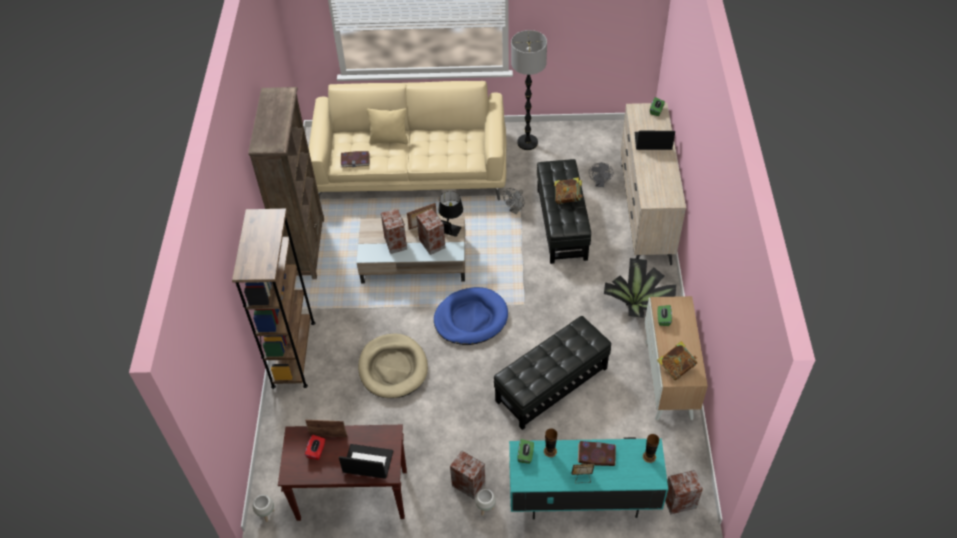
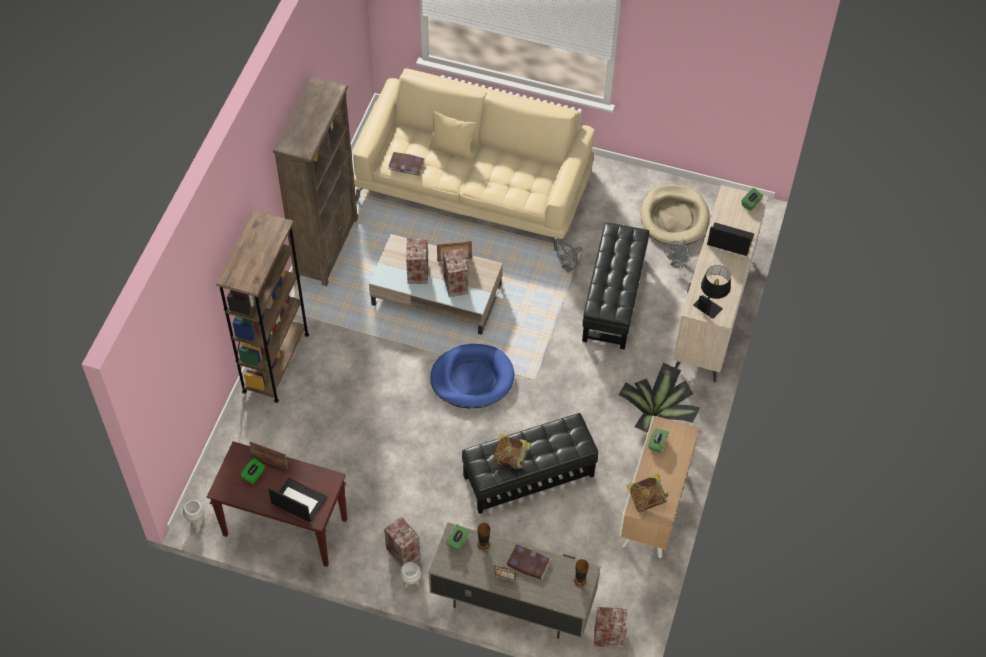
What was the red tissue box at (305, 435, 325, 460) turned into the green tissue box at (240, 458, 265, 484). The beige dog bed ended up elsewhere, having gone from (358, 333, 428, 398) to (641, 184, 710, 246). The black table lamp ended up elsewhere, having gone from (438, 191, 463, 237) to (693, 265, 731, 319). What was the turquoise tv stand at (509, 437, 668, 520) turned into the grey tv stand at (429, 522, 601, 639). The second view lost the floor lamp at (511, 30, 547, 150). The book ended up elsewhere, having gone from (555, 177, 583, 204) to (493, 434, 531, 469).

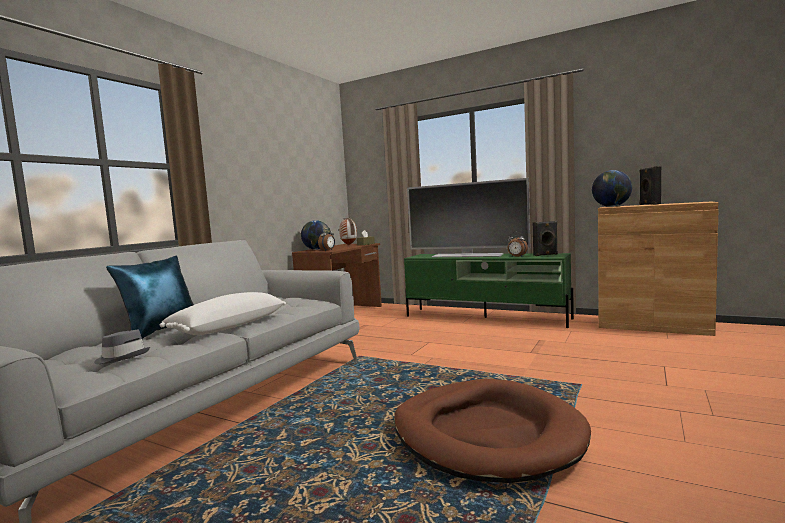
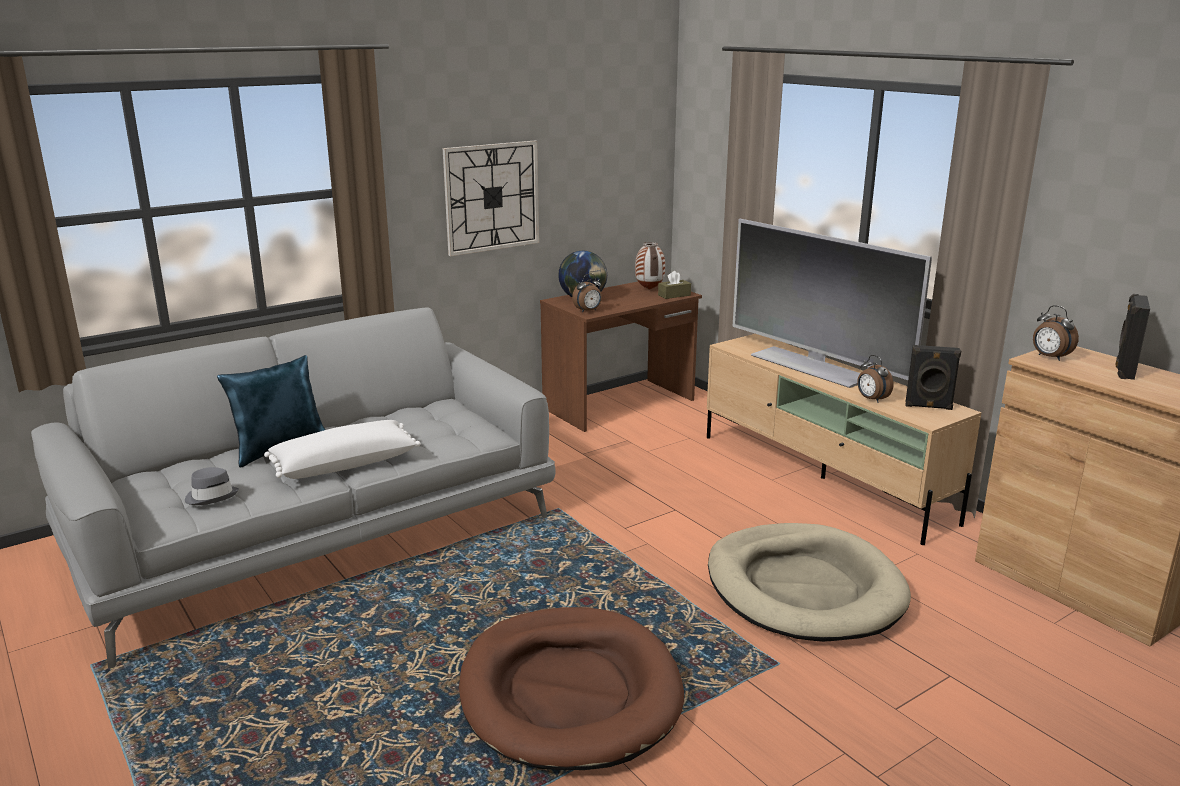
What was the green tv stand at (404, 253, 574, 328) turned into the beige tv stand at (707, 334, 982, 545). Where the globe stood at (592, 170, 632, 207), the alarm clock came to stand at (1033, 305, 1079, 361). The second view gained the wall clock at (443, 141, 539, 256). The second view gained the beige dog bed at (708, 523, 911, 642).

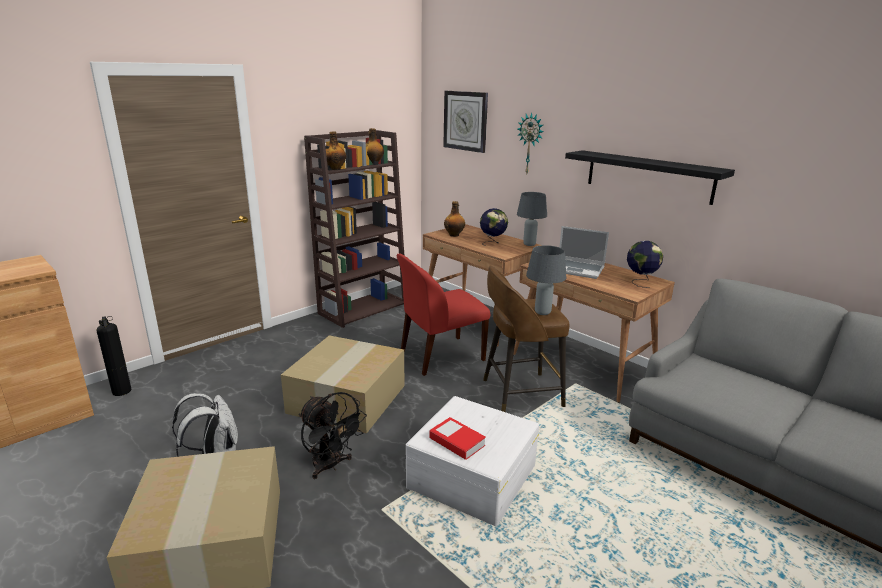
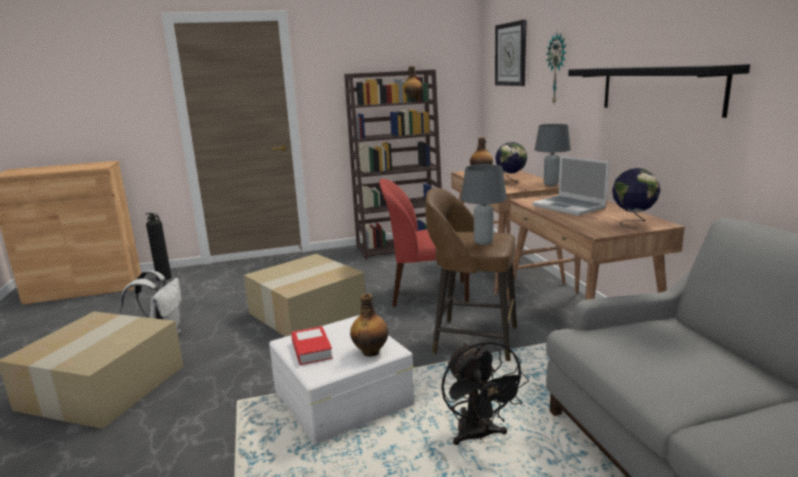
The black fan ended up elsewhere, having gone from (299, 392, 367, 479) to (441, 341, 529, 445). The bottle ended up elsewhere, having gone from (326, 132, 346, 170) to (350, 293, 388, 357).

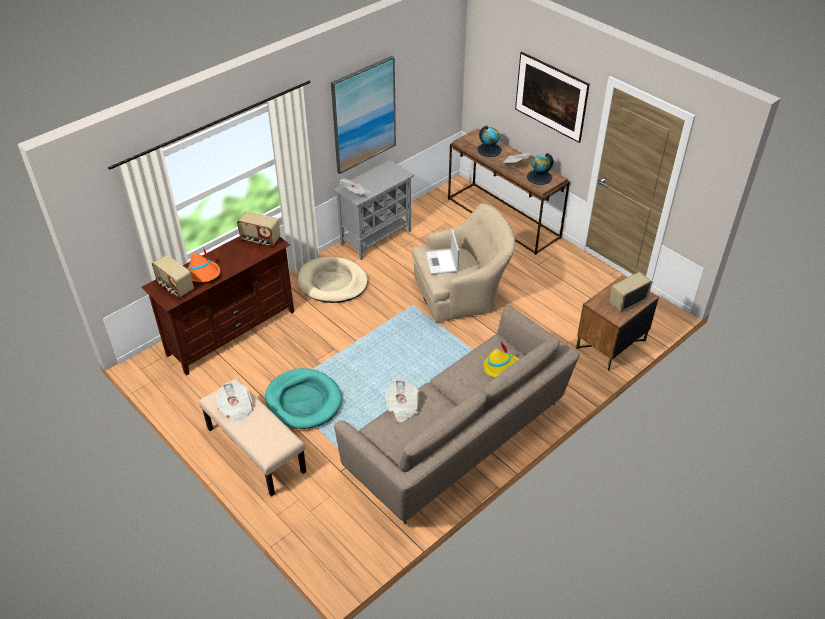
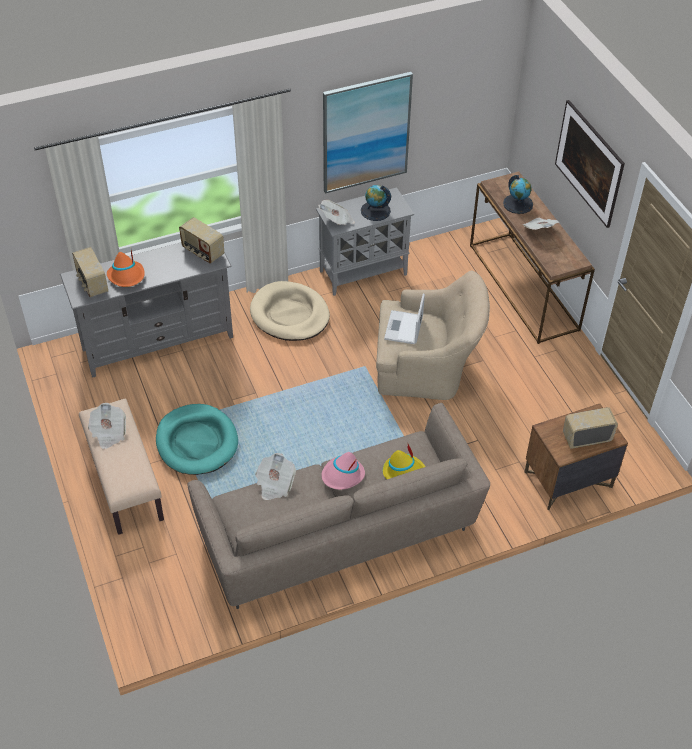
What was the brown tv stand at (142, 236, 294, 376) turned into the grey tv stand at (60, 243, 233, 378). The globe ended up elsewhere, having gone from (527, 153, 553, 185) to (361, 185, 391, 221). The second view gained the pink hat at (321, 452, 365, 490).

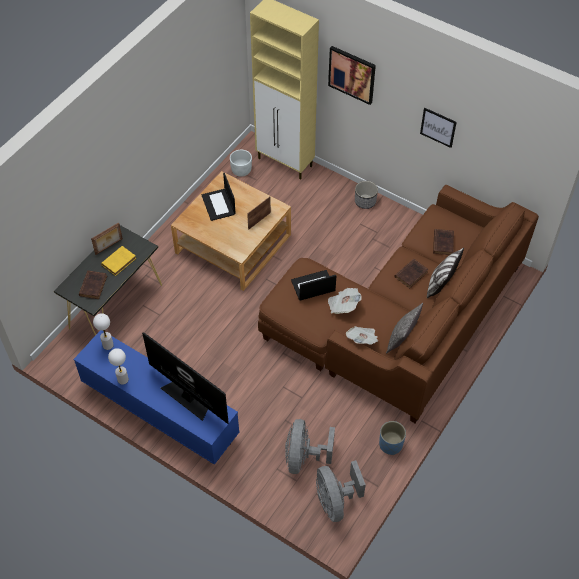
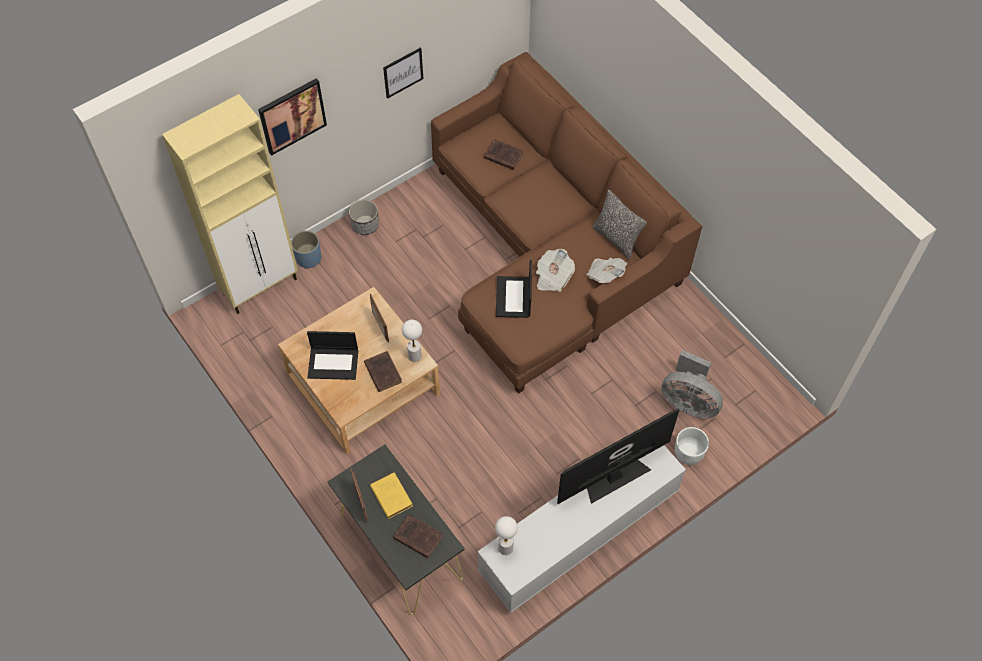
What was the blue tv stand at (73, 330, 240, 465) turned into the white tv stand at (478, 445, 686, 613). The white table lamp ended up elsewhere, having gone from (108, 348, 129, 385) to (402, 320, 422, 362). The white planter ended up elsewhere, having gone from (230, 150, 252, 177) to (675, 427, 709, 465). The second view lost the grey fan at (316, 460, 366, 522). The blue planter ended up elsewhere, having gone from (379, 421, 406, 455) to (291, 230, 321, 269). The brown book ended up elsewhere, having gone from (394, 259, 429, 289) to (364, 351, 402, 392). The second view lost the pillow at (427, 248, 464, 298).

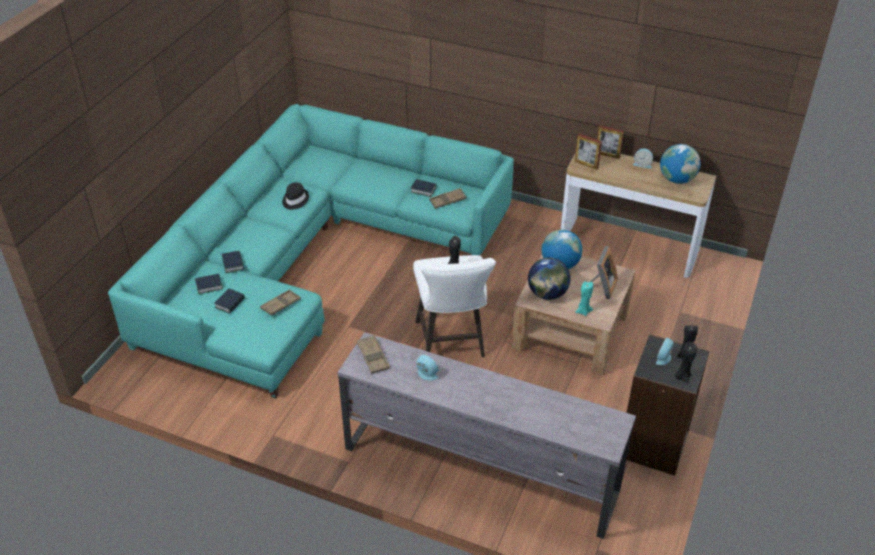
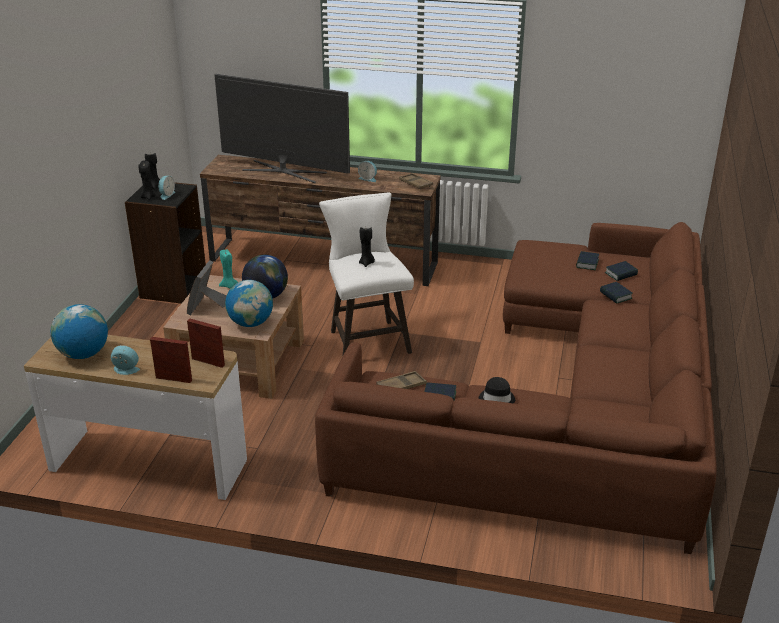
What was the turquoise sofa at (108, 104, 514, 399) turned into the brown sofa at (315, 222, 717, 554). The second view lost the brown tray at (260, 290, 301, 316). The black hat ended up elsewhere, having gone from (282, 183, 309, 210) to (479, 377, 515, 403). What was the grey tv stand at (338, 332, 636, 539) turned into the brown tv stand at (200, 155, 441, 286). The second view gained the television at (214, 73, 350, 183).

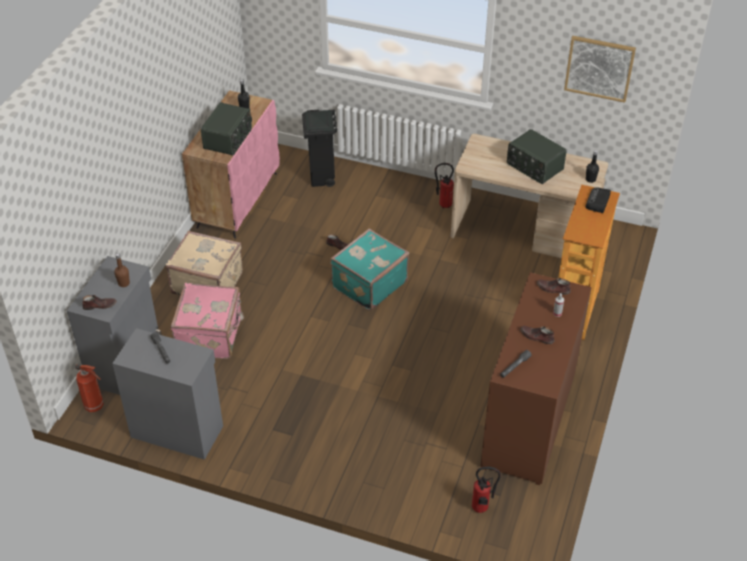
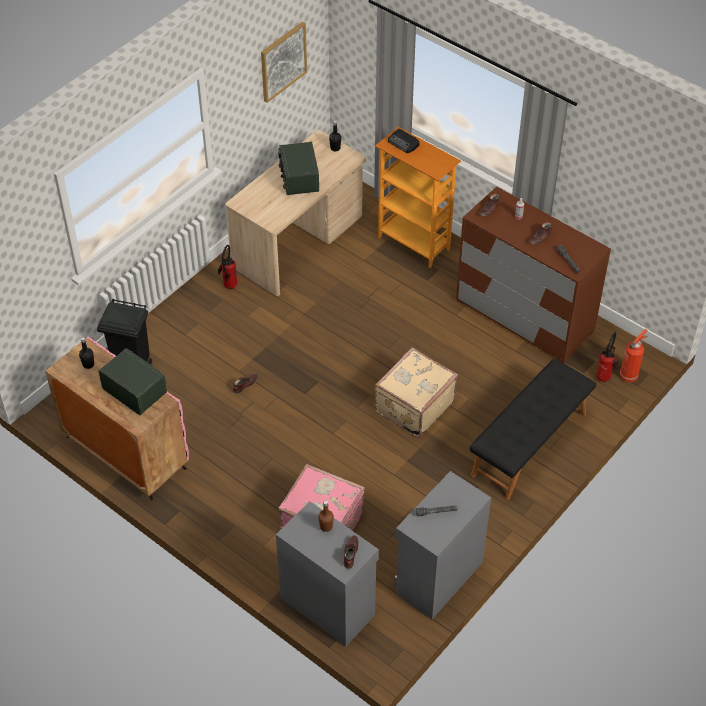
The fire extinguisher ended up elsewhere, having gone from (75, 365, 104, 412) to (620, 329, 648, 382). The beige suitcase ended up elsewhere, having gone from (166, 231, 243, 295) to (375, 347, 458, 437). The second view lost the turquoise suitcase at (330, 229, 409, 311). The radio at (507, 129, 567, 184) ended up facing another way, 105 degrees clockwise from before. The second view gained the black bench at (470, 359, 596, 500).

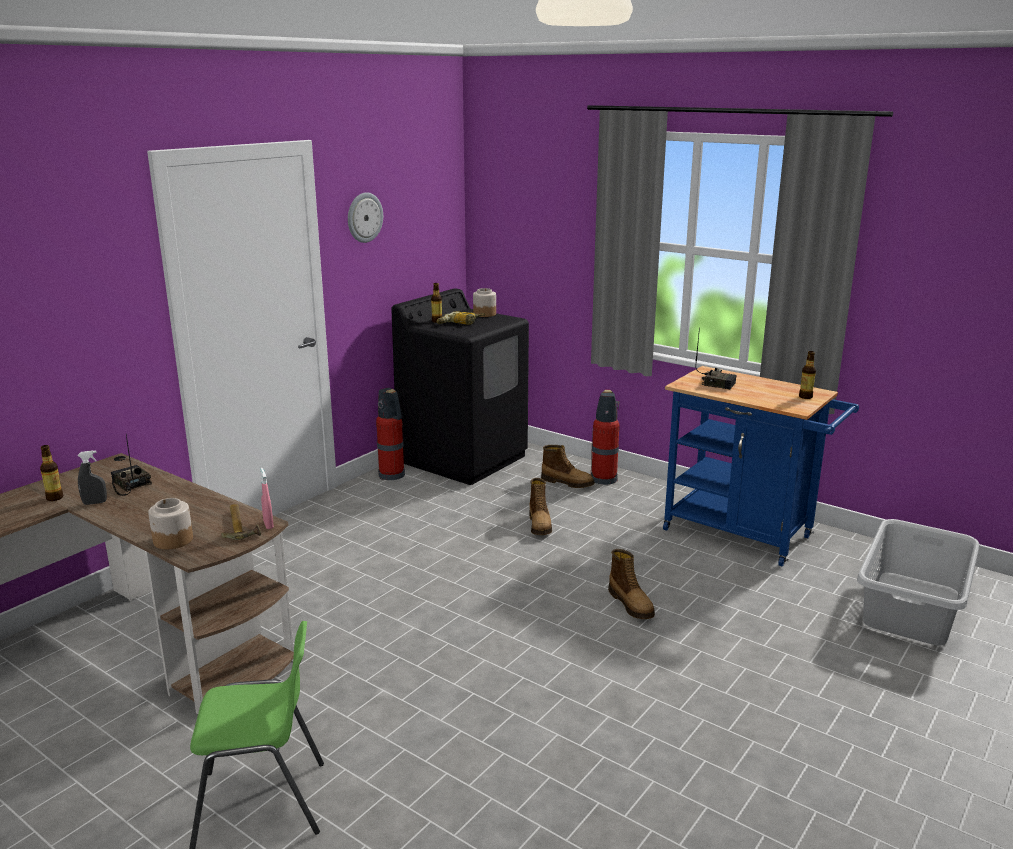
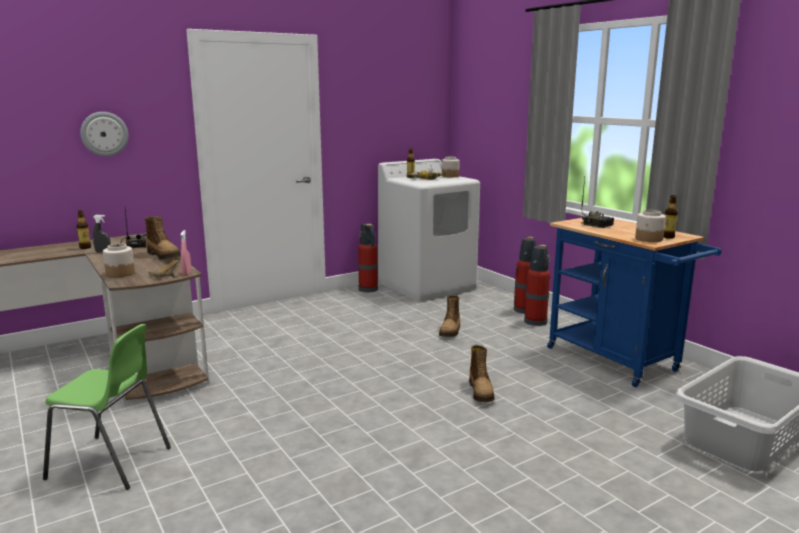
The wall clock ended up elsewhere, having gone from (348, 192, 383, 243) to (80, 112, 128, 157). What was the black washing machine at (391, 288, 529, 485) turned into the white washing machine at (378, 159, 480, 302). The boot ended up elsewhere, having gone from (541, 445, 595, 488) to (145, 216, 181, 260). The second view gained the fire extinguisher at (524, 245, 551, 326). The second view gained the jar at (635, 210, 666, 242).

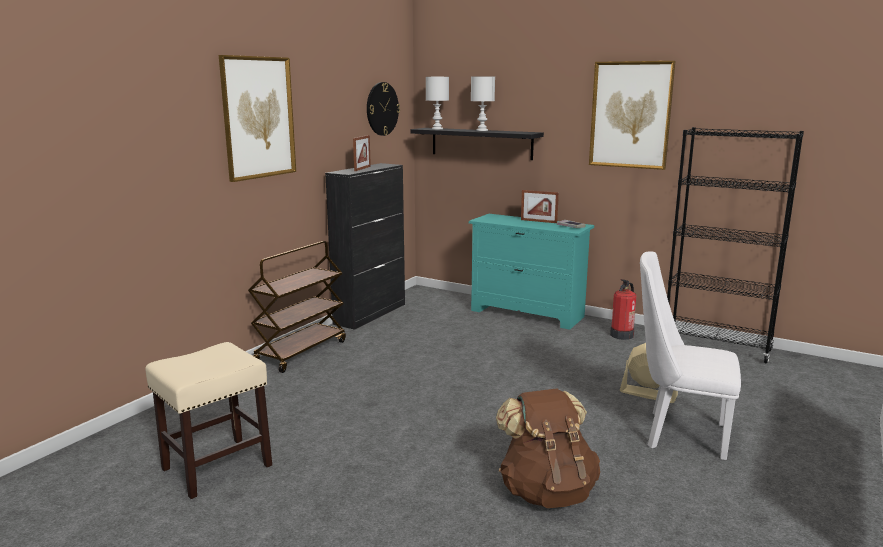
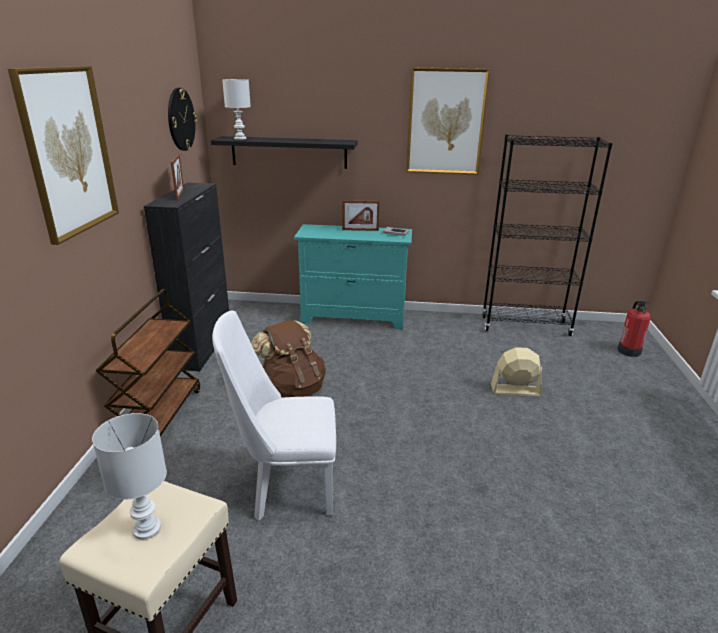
The white table lamp ended up elsewhere, having gone from (471, 76, 495, 131) to (92, 413, 167, 540). The brown backpack ended up elsewhere, having gone from (496, 388, 600, 508) to (251, 320, 326, 398). The fire extinguisher ended up elsewhere, having gone from (610, 279, 636, 340) to (618, 301, 651, 357). The white chair ended up elsewhere, having gone from (640, 251, 741, 460) to (212, 310, 336, 521).

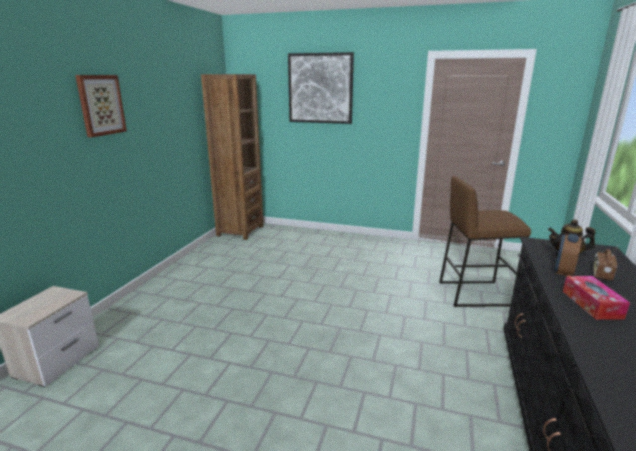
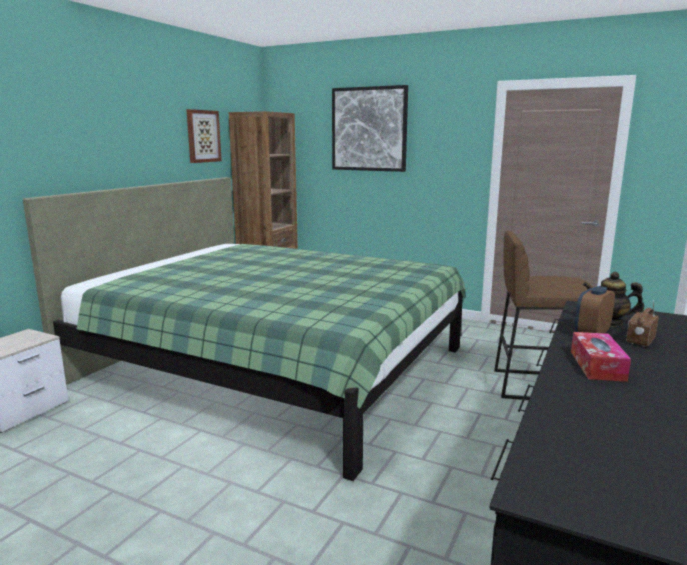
The picture ended up elsewhere, having gone from (75, 75, 127, 137) to (186, 109, 222, 163). The second view gained the green bed at (23, 177, 465, 481).

